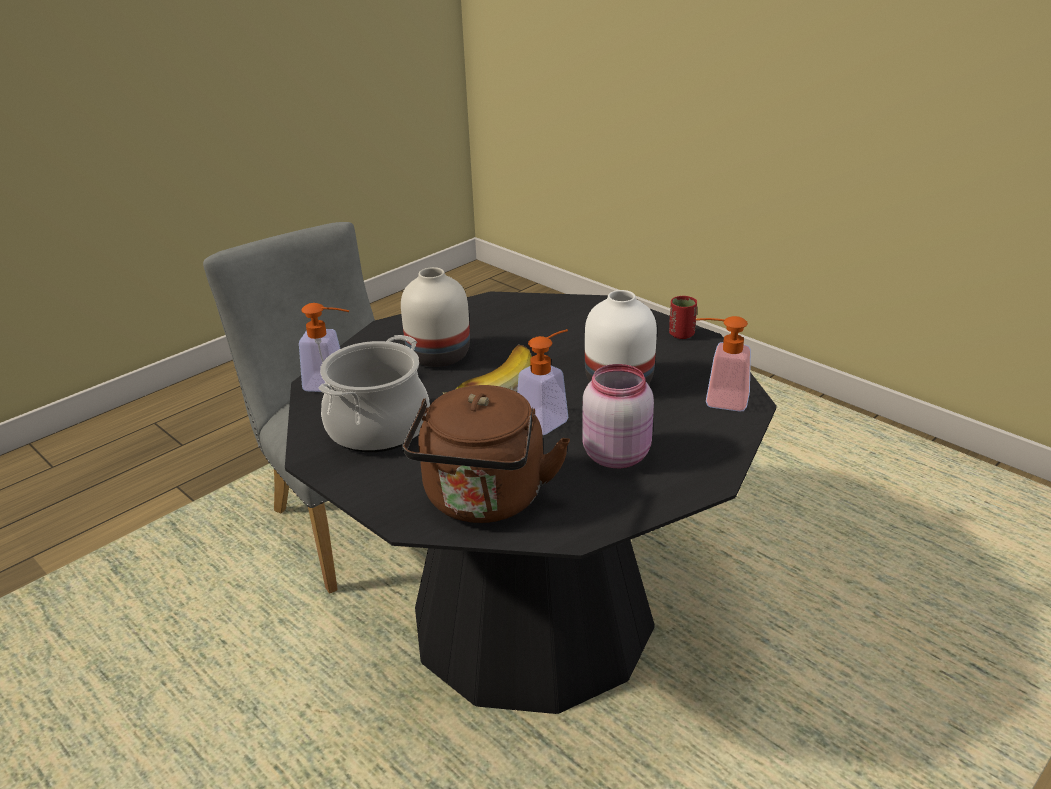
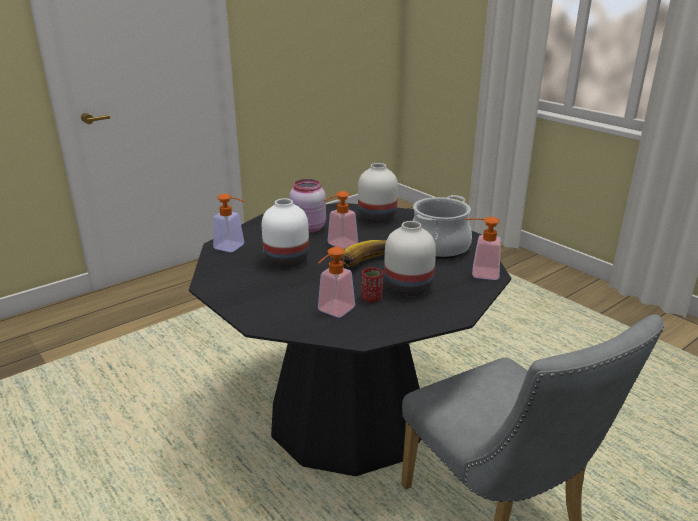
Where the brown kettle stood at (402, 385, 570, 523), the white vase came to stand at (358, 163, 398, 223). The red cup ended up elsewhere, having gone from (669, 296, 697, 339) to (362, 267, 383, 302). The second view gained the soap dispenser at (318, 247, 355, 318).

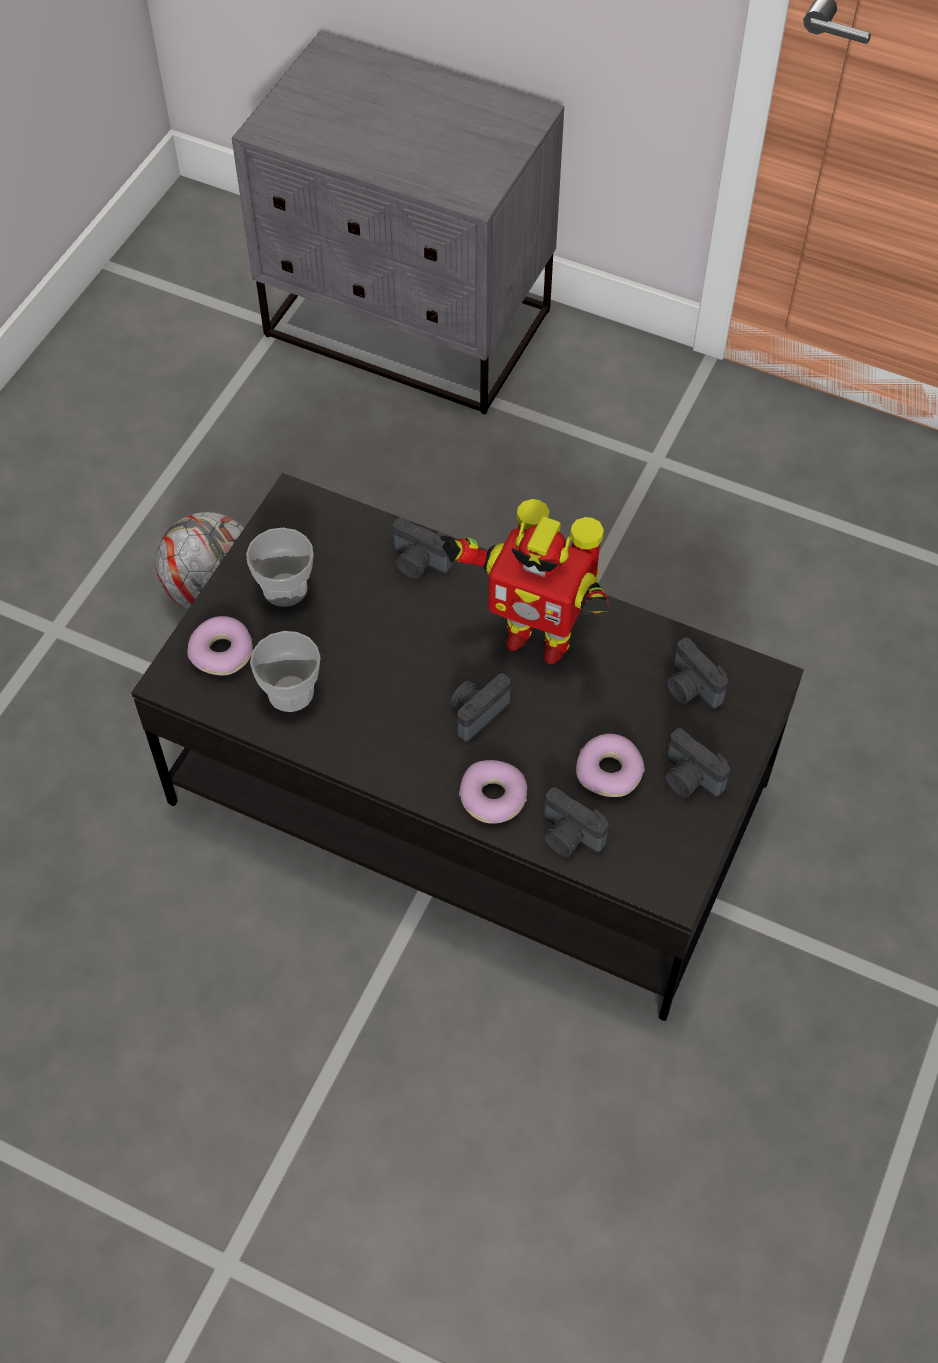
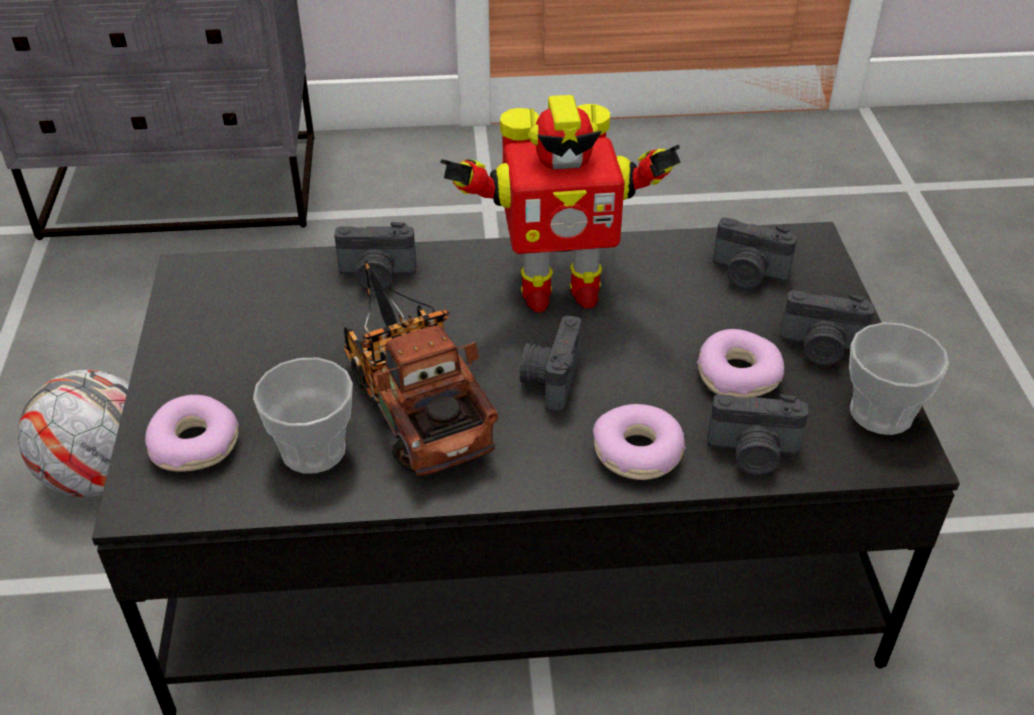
The cup ended up elsewhere, having gone from (246, 528, 314, 607) to (849, 322, 949, 435). The second view gained the toy truck at (344, 260, 498, 476).

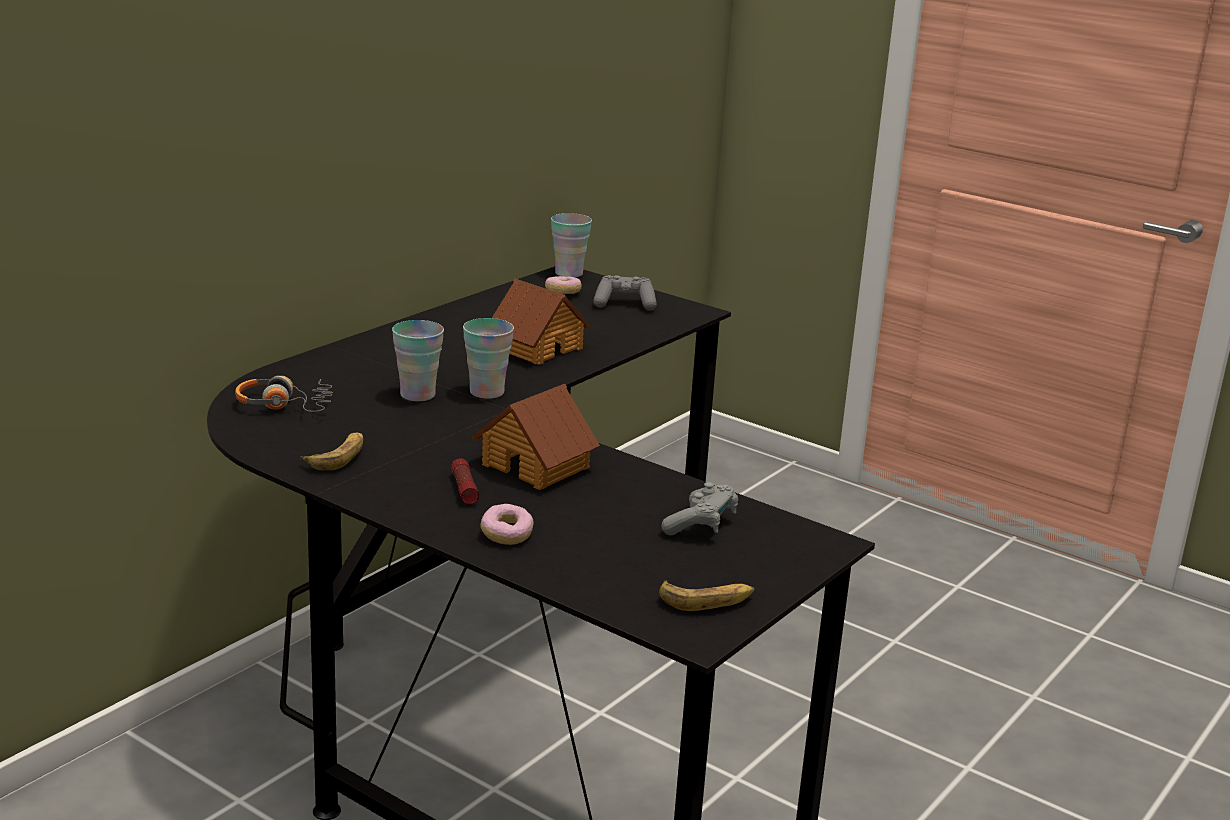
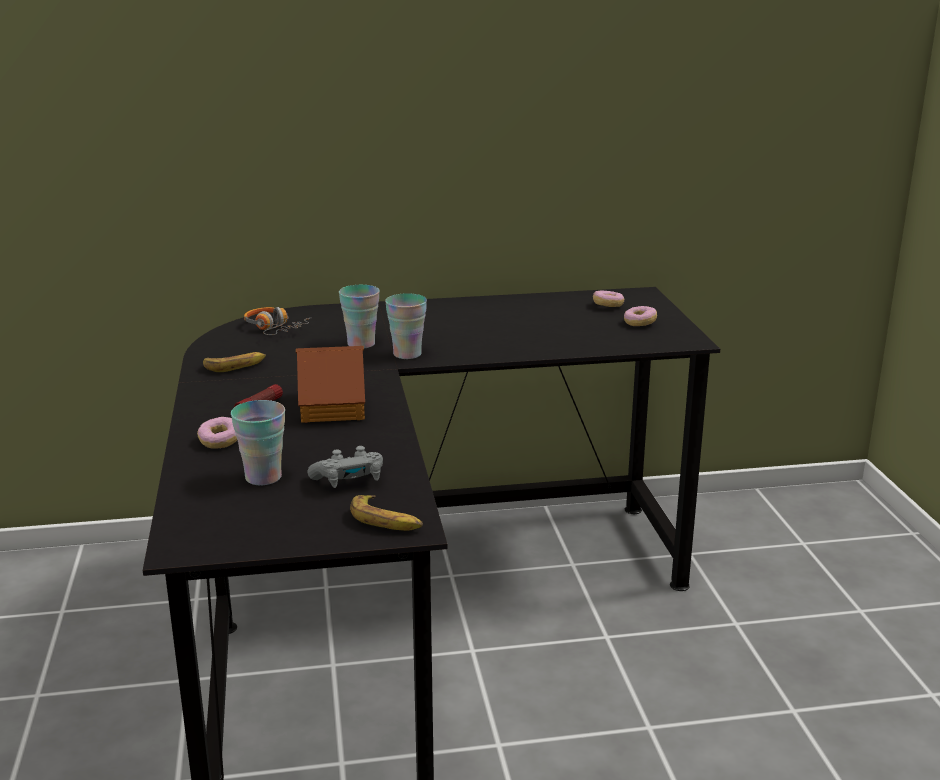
The second view lost the toy house at (492, 279, 590, 365). The cup ended up elsewhere, having gone from (551, 213, 592, 277) to (231, 400, 285, 485). Where the grey game controller stood at (593, 275, 657, 311), the donut came to stand at (624, 306, 657, 326). The banana ended up elsewhere, having gone from (659, 580, 754, 611) to (350, 495, 423, 531).

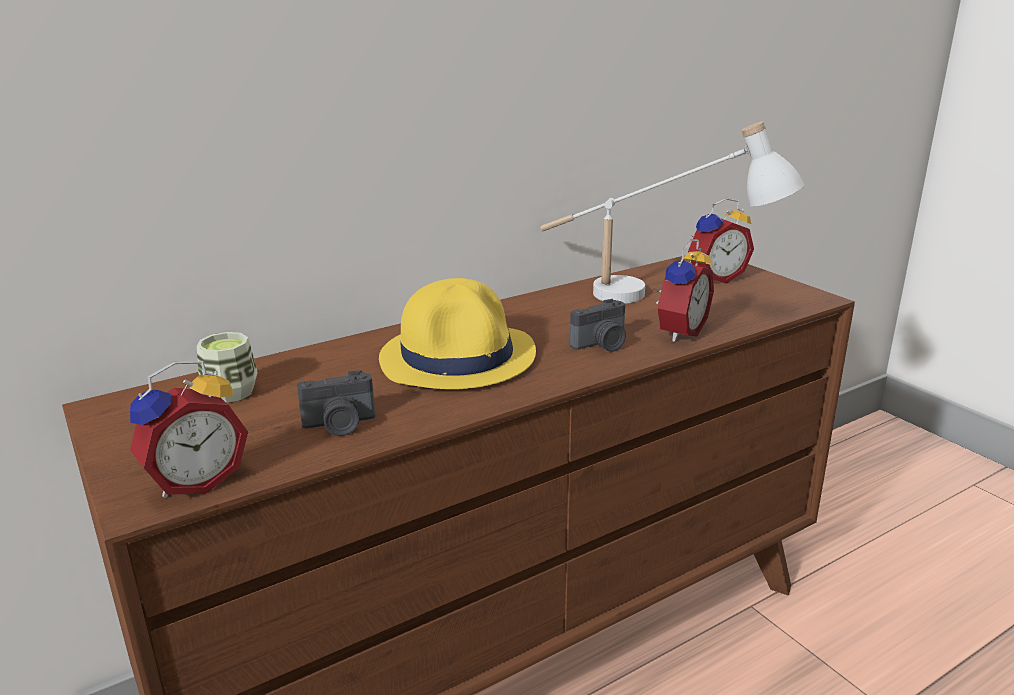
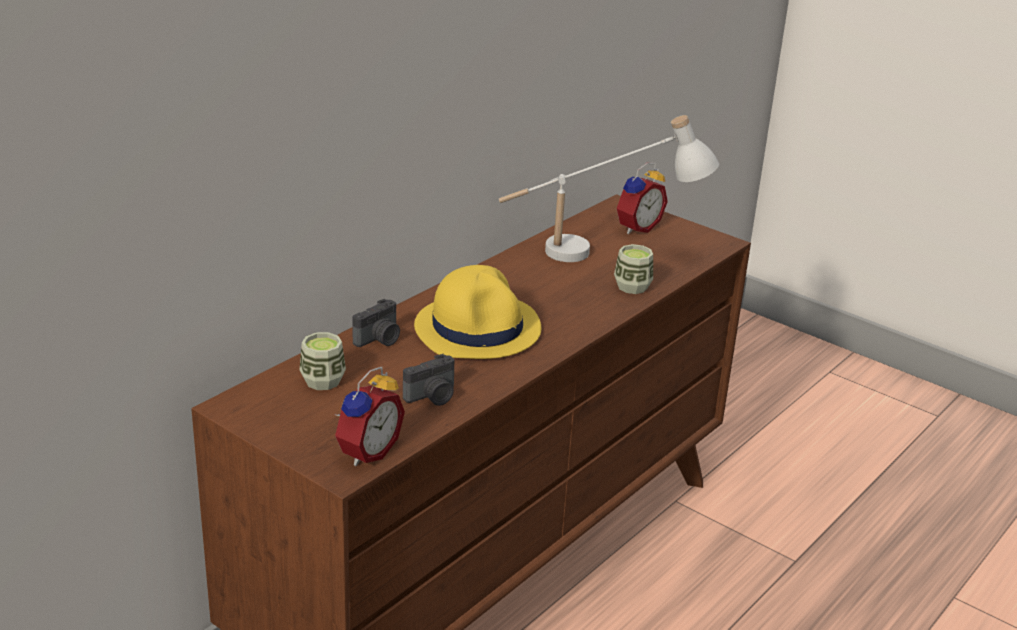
The photo camera ended up elsewhere, having gone from (570, 299, 626, 352) to (352, 299, 400, 347). Where the alarm clock stood at (654, 239, 714, 342), the cup came to stand at (614, 244, 653, 294).

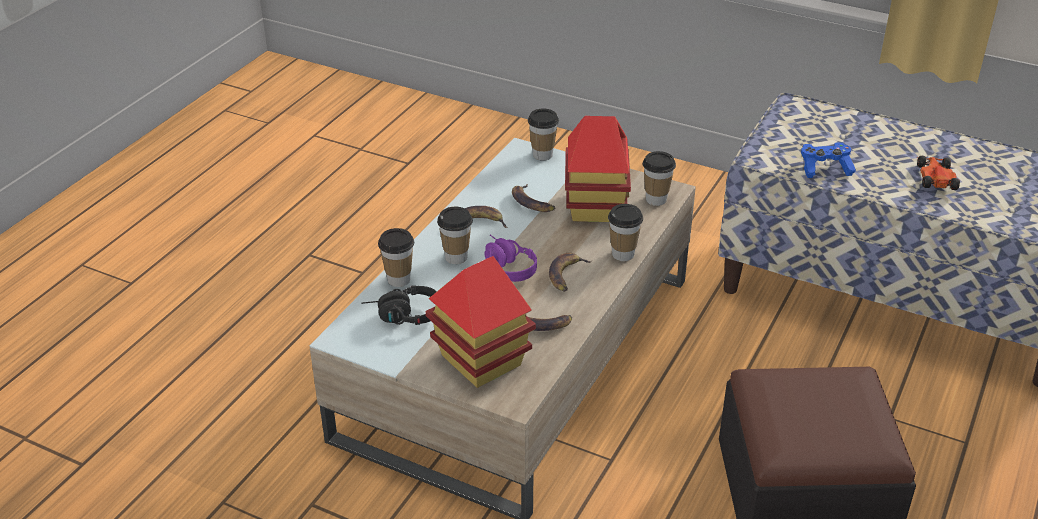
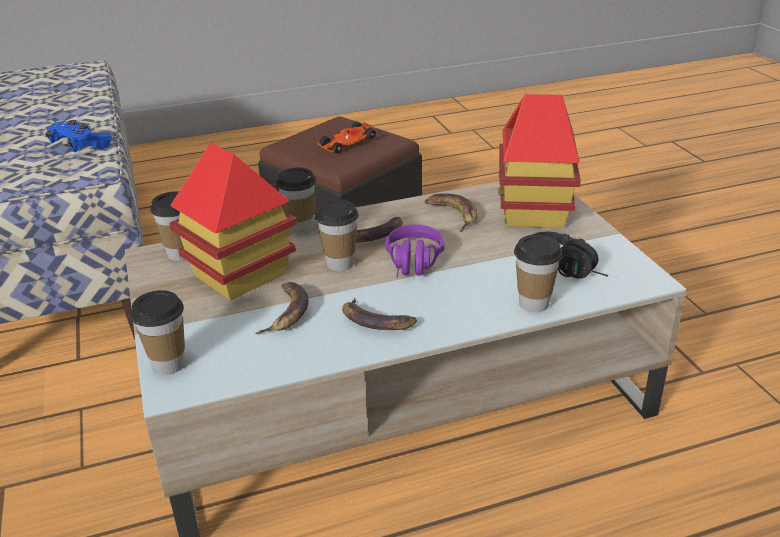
The cup ended up elsewhere, having gone from (437, 207, 473, 264) to (315, 200, 359, 271). The toy car ended up elsewhere, having gone from (917, 156, 960, 190) to (317, 121, 376, 153).

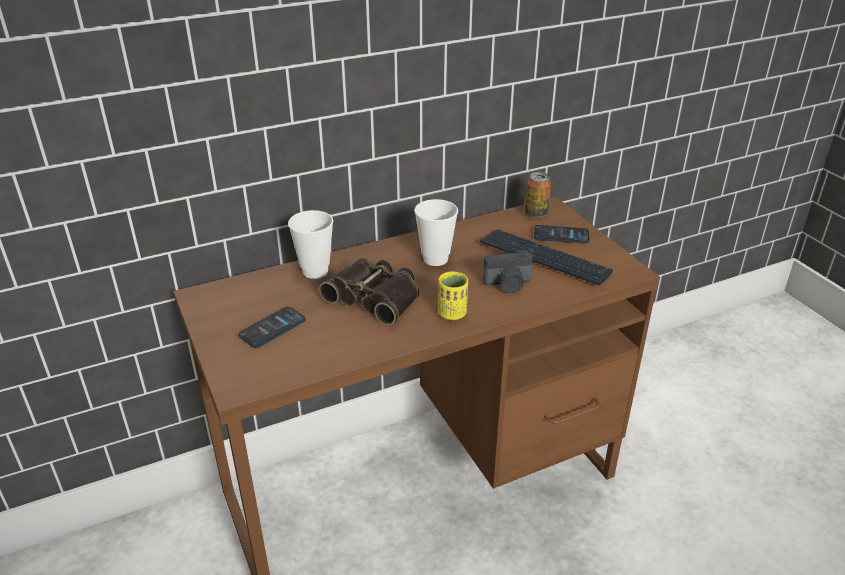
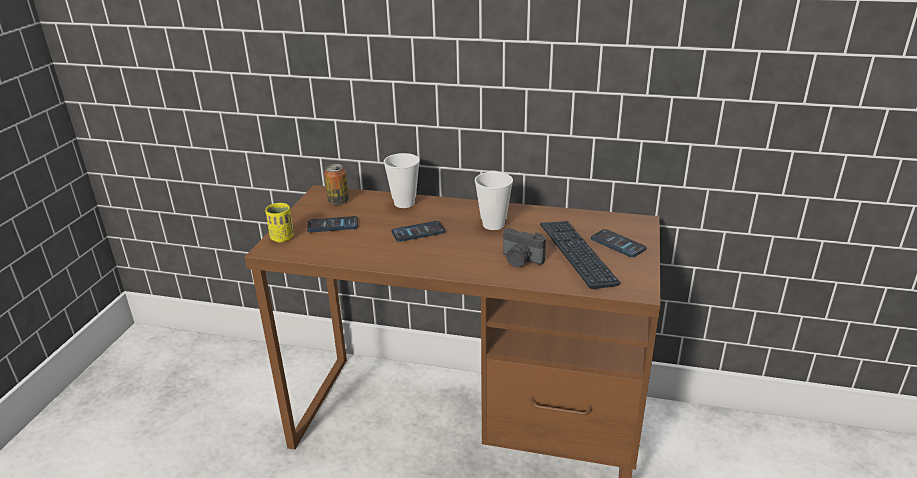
Where the binoculars stood at (319, 257, 419, 325), the phone came to stand at (391, 221, 445, 242). The yellow cup ended up elsewhere, having gone from (438, 271, 468, 320) to (265, 203, 293, 242). The can ended up elsewhere, having gone from (524, 172, 551, 218) to (324, 164, 349, 205).

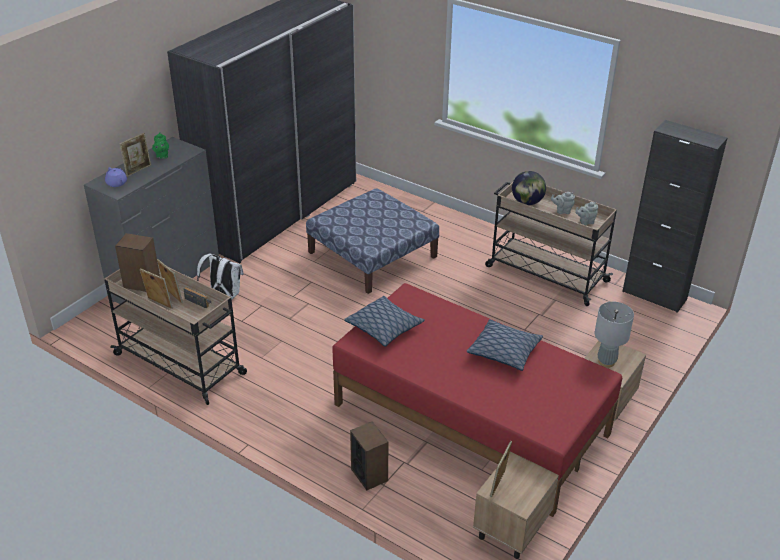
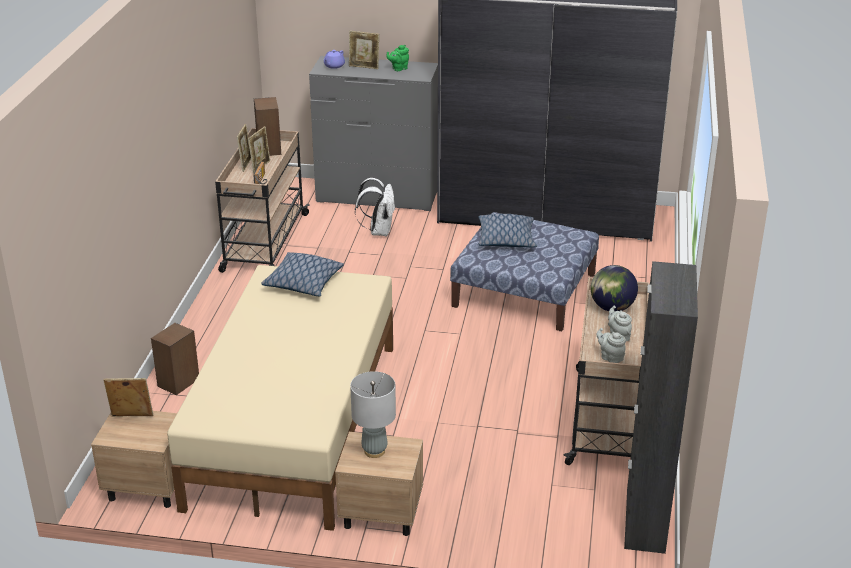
What was the red bed at (332, 283, 622, 517) turned into the beige bed at (167, 265, 393, 531). The pillow ended up elsewhere, having gone from (467, 319, 543, 371) to (478, 214, 537, 247).

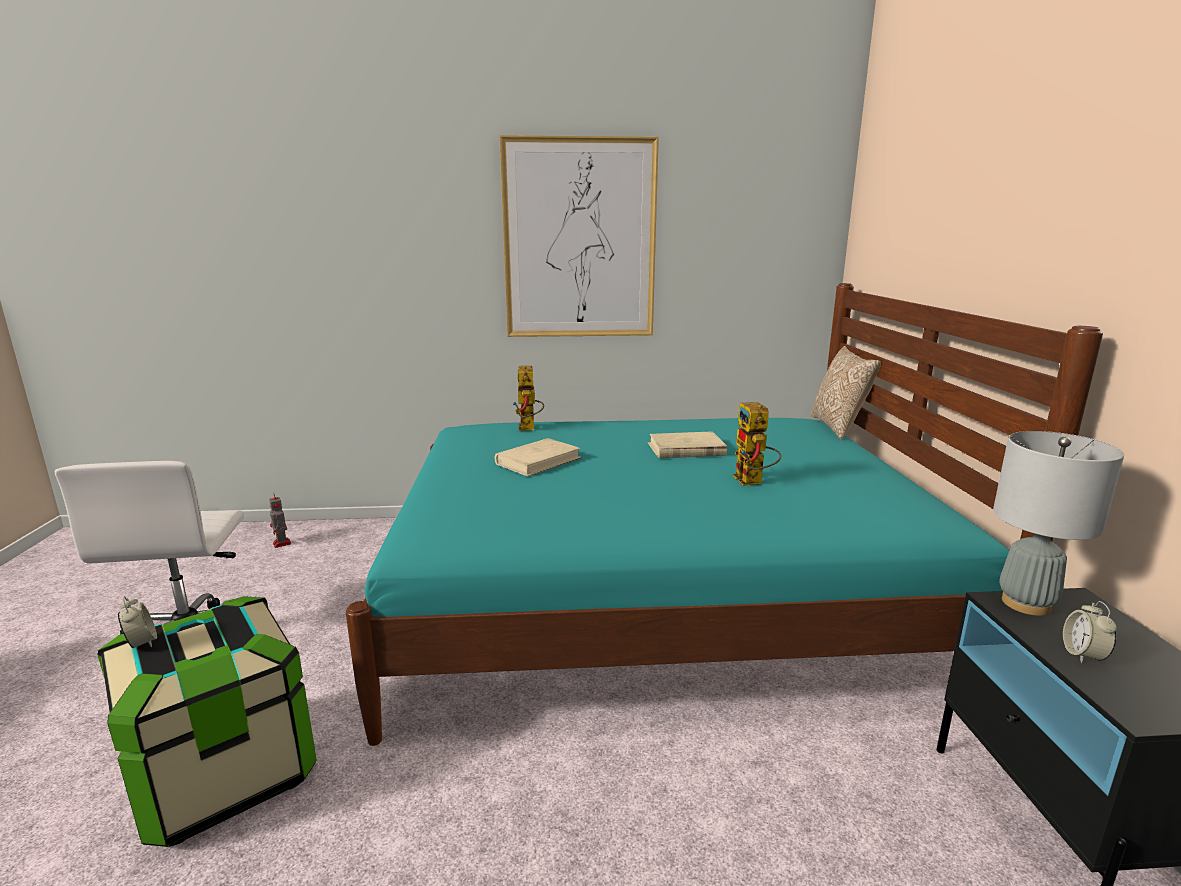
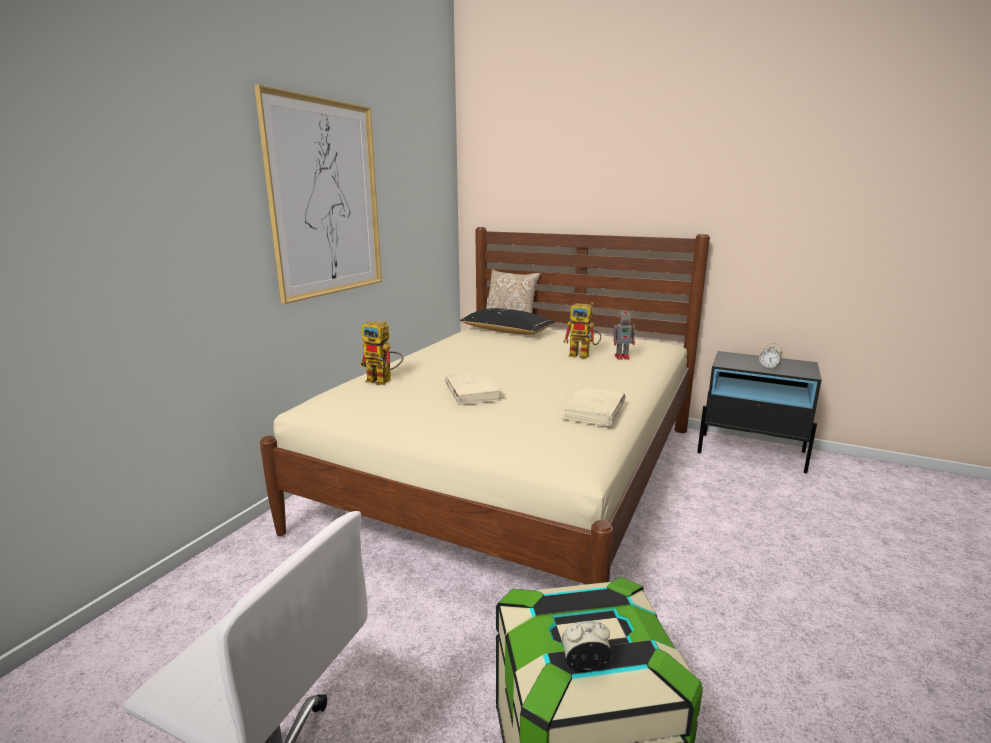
The toy robot ended up elsewhere, having gone from (269, 495, 291, 548) to (613, 307, 635, 360). What was the turquoise bed at (346, 283, 1103, 746) turned into the beige bed at (260, 227, 710, 584). The beige book ended up elsewhere, having gone from (648, 431, 727, 459) to (561, 387, 626, 426). The second view lost the grey table lamp at (993, 431, 1124, 616). The second view gained the black pillow at (459, 308, 556, 335).

